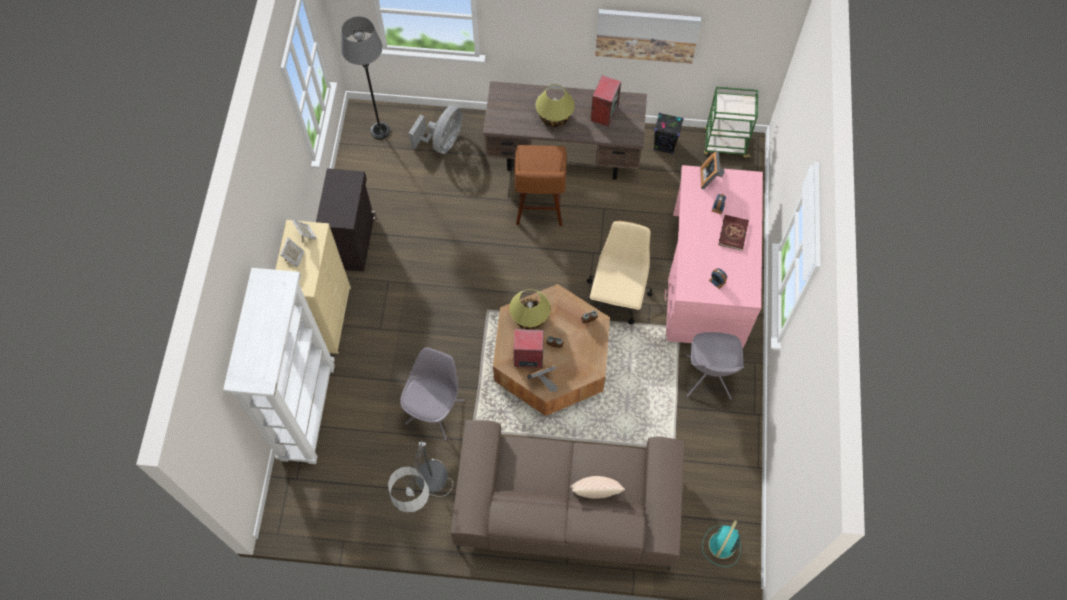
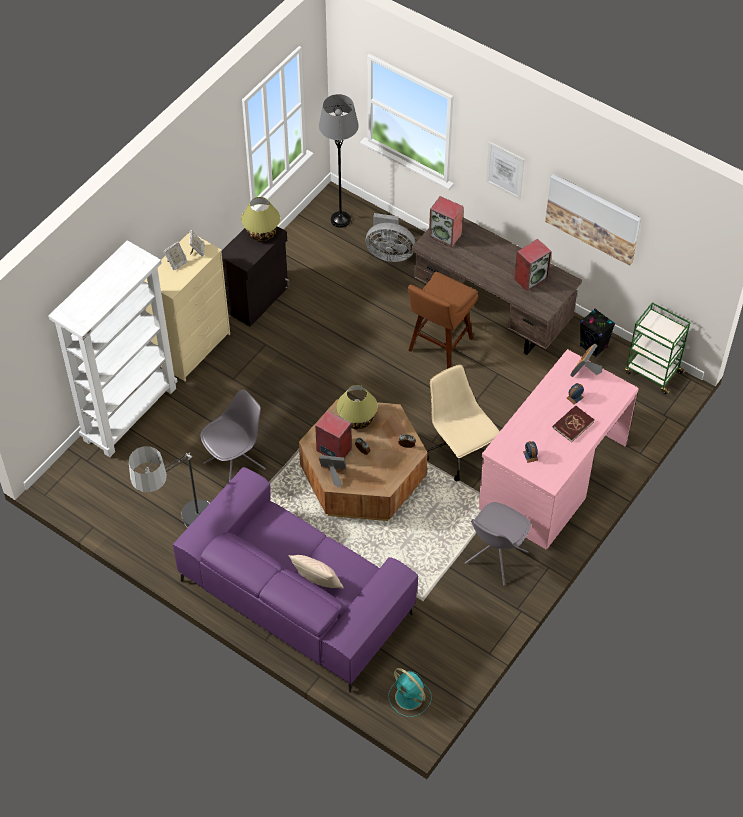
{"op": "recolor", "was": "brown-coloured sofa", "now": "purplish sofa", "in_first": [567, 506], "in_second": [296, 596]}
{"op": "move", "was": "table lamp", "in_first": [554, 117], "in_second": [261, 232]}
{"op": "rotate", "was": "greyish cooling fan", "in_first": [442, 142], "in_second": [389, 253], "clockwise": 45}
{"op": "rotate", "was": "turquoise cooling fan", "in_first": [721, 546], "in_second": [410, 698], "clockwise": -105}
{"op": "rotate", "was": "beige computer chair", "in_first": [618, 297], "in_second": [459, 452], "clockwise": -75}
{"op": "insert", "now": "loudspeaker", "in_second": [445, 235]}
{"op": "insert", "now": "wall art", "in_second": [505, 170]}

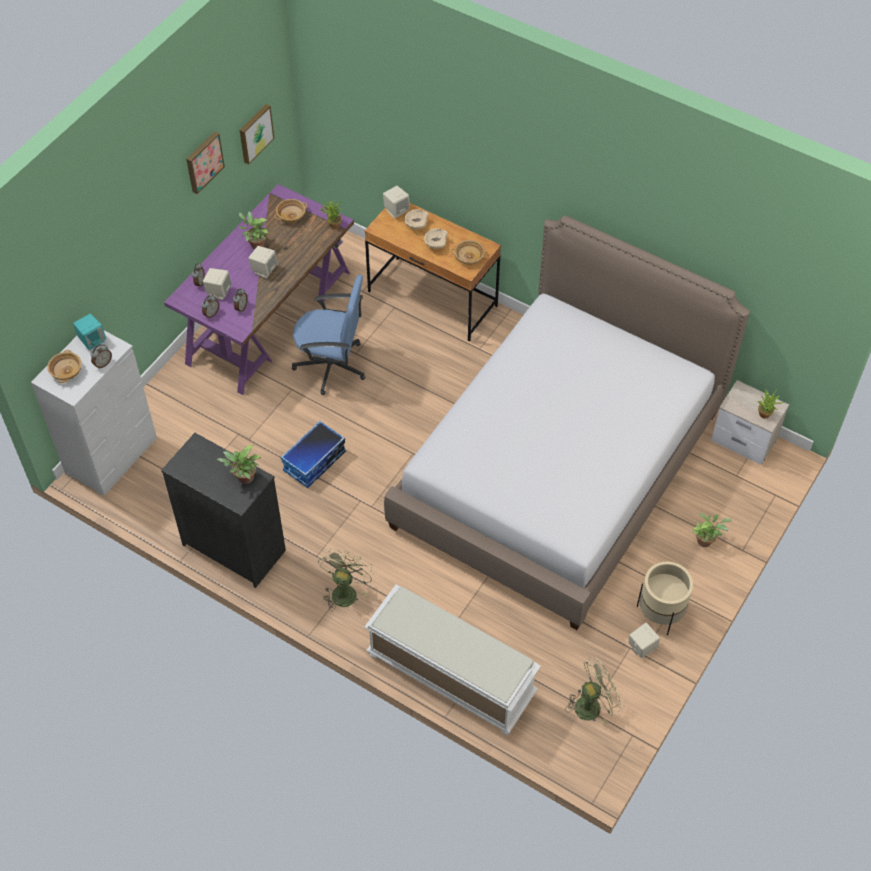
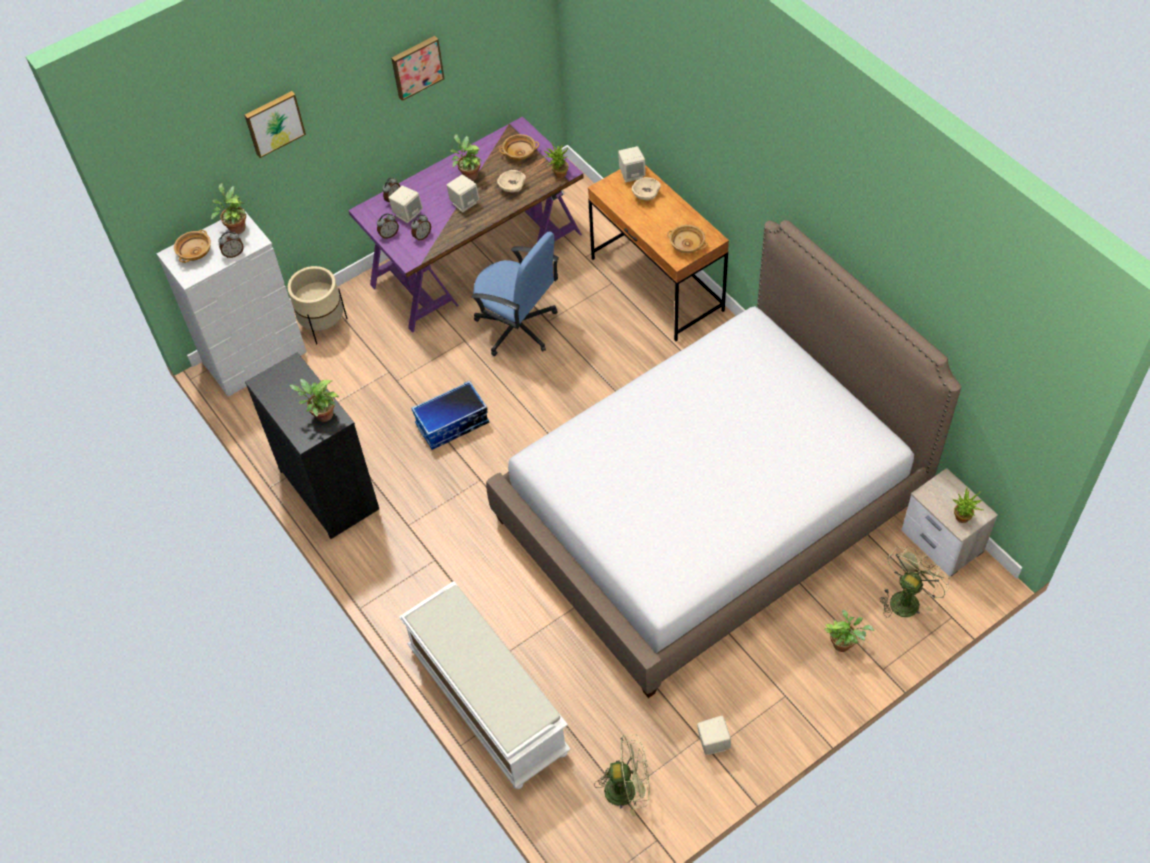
{"op": "replace", "was": "turquoise loudspeaker", "now": "potted plant", "in_first": [92, 340], "in_second": [235, 227]}
{"op": "move", "was": "wall art", "in_first": [255, 133], "in_second": [274, 123]}
{"op": "move", "was": "beige planter", "in_first": [660, 613], "in_second": [323, 325]}
{"op": "move", "was": "beige deep dish", "in_first": [435, 244], "in_second": [511, 188]}
{"op": "move", "was": "green cooling fan", "in_first": [345, 590], "in_second": [907, 598]}

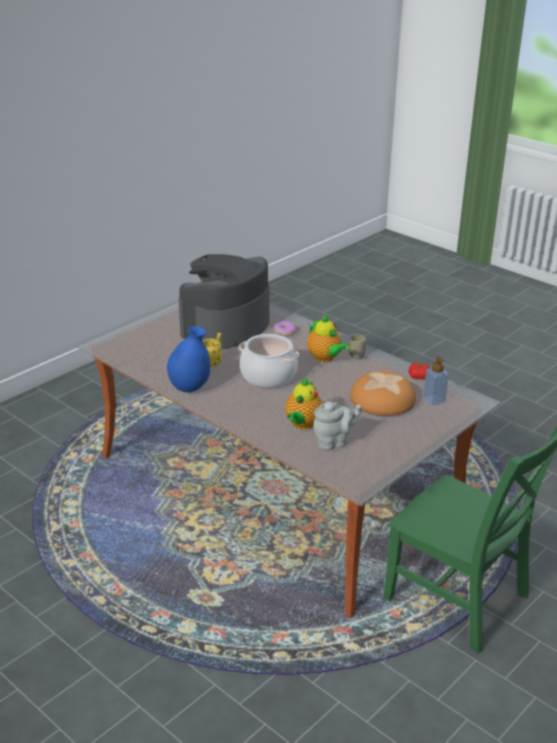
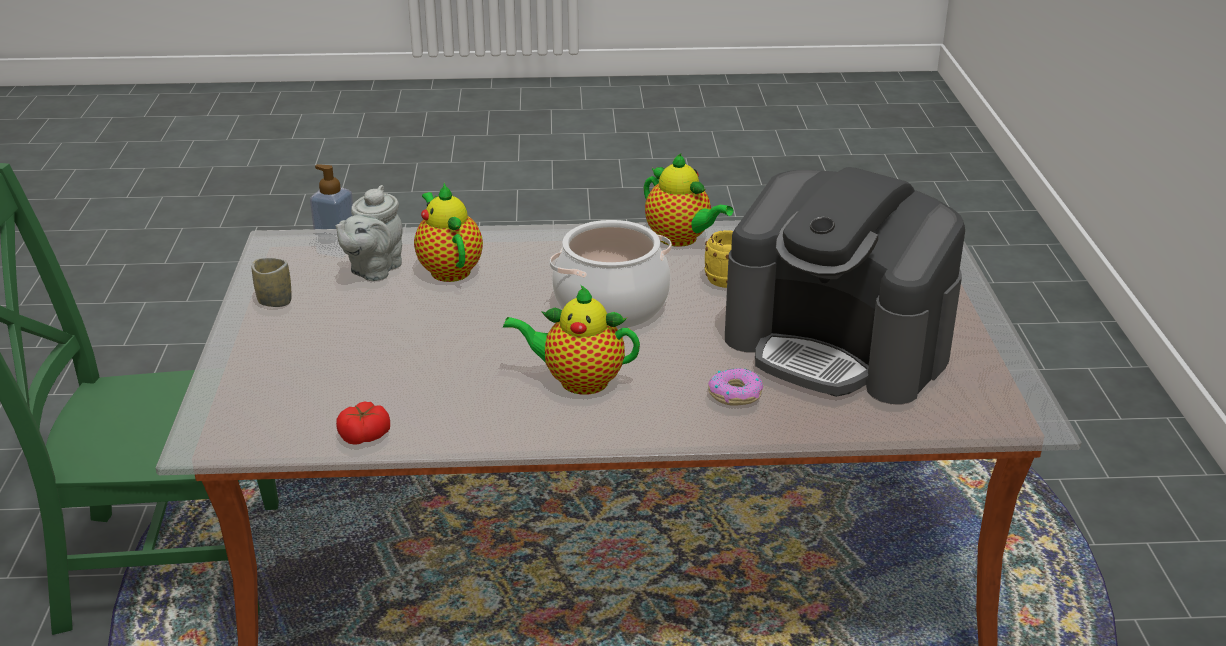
{"op": "move", "was": "small cup", "in_first": [356, 355], "in_second": [275, 301]}
{"op": "move", "was": "soap dispenser", "in_first": [434, 400], "in_second": [337, 249]}
{"op": "replace", "was": "blue-coloured vase", "now": "tea pot", "in_first": [189, 387], "in_second": [681, 239]}
{"op": "rotate", "was": "coffee maker", "in_first": [225, 327], "in_second": [838, 346], "clockwise": 135}
{"op": "delete", "was": "baked bread", "in_first": [383, 399]}

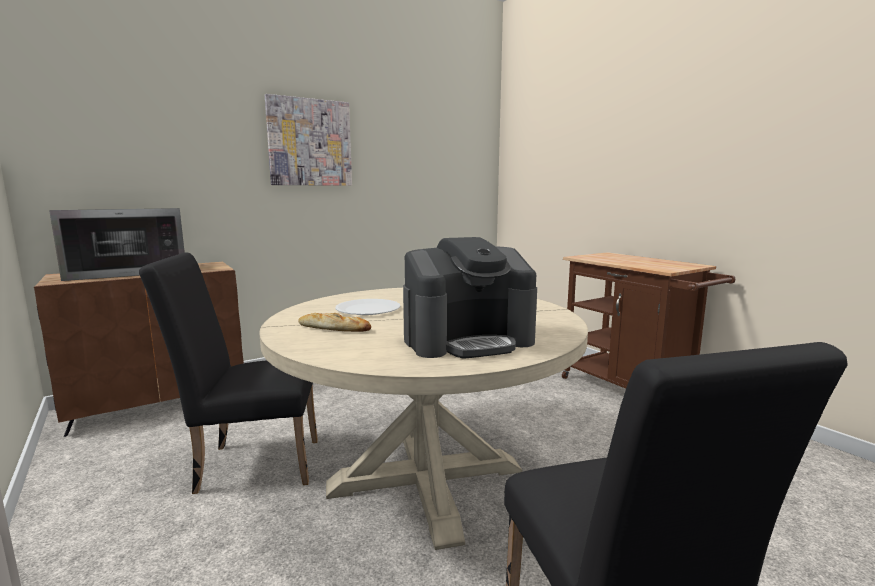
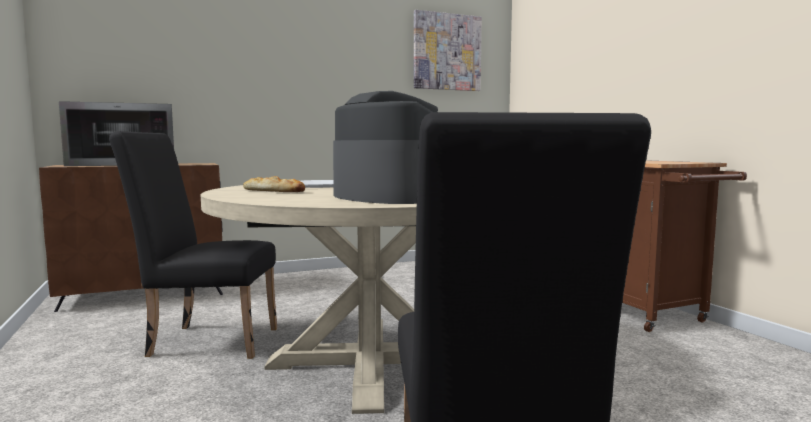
{"op": "rotate", "was": "coffee maker", "in_first": [468, 340], "in_second": [391, 197], "clockwise": -120}
{"op": "move", "was": "wall art", "in_first": [310, 143], "in_second": [447, 52]}

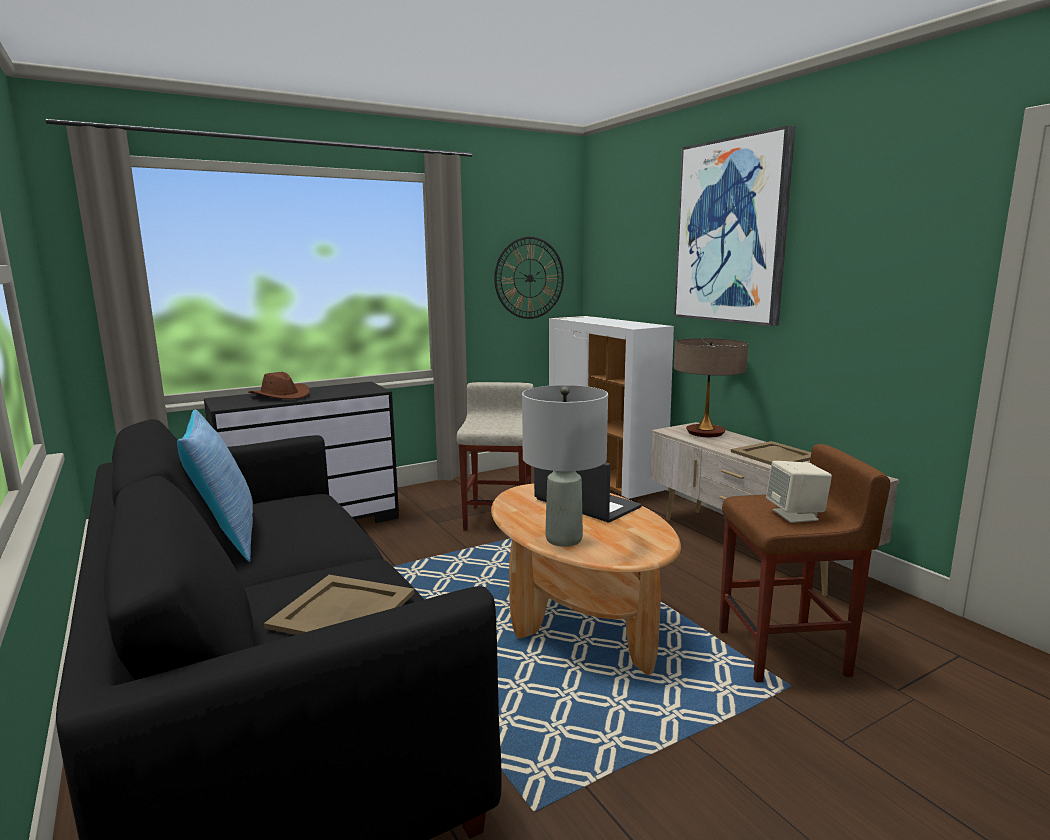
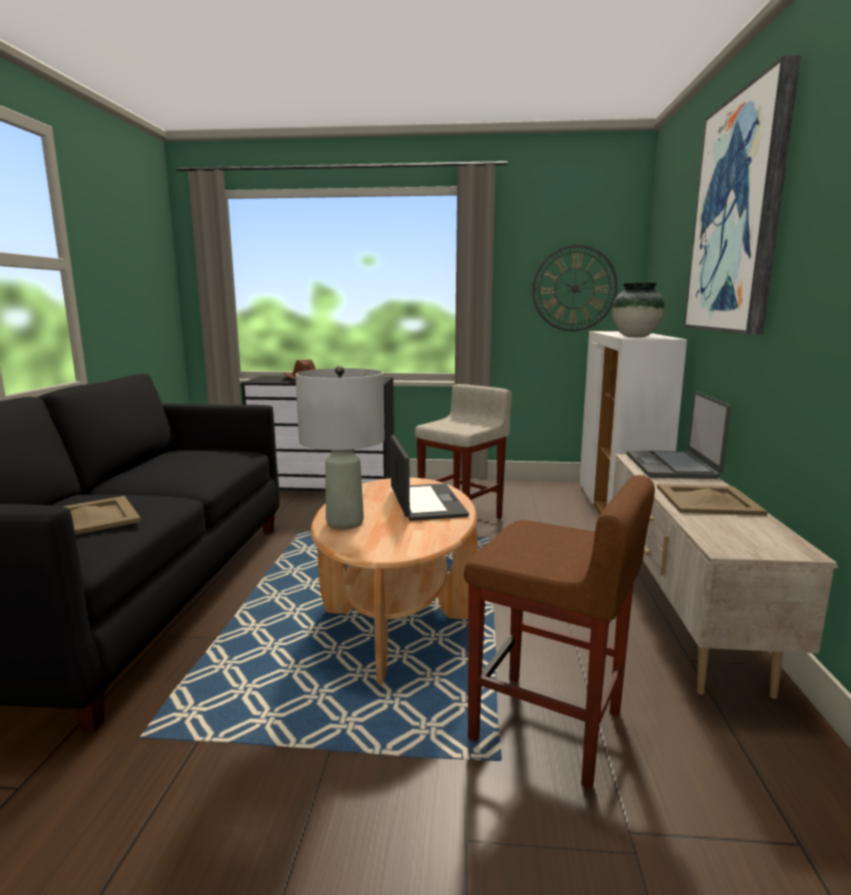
{"op": "insert", "now": "vase", "in_second": [634, 336]}
{"op": "replace", "was": "table lamp", "now": "portable computer", "in_first": [705, 433], "in_second": [671, 466]}
{"op": "delete", "was": "throw pillow", "in_first": [225, 539]}
{"op": "delete", "was": "beige loudspeaker", "in_first": [796, 515]}

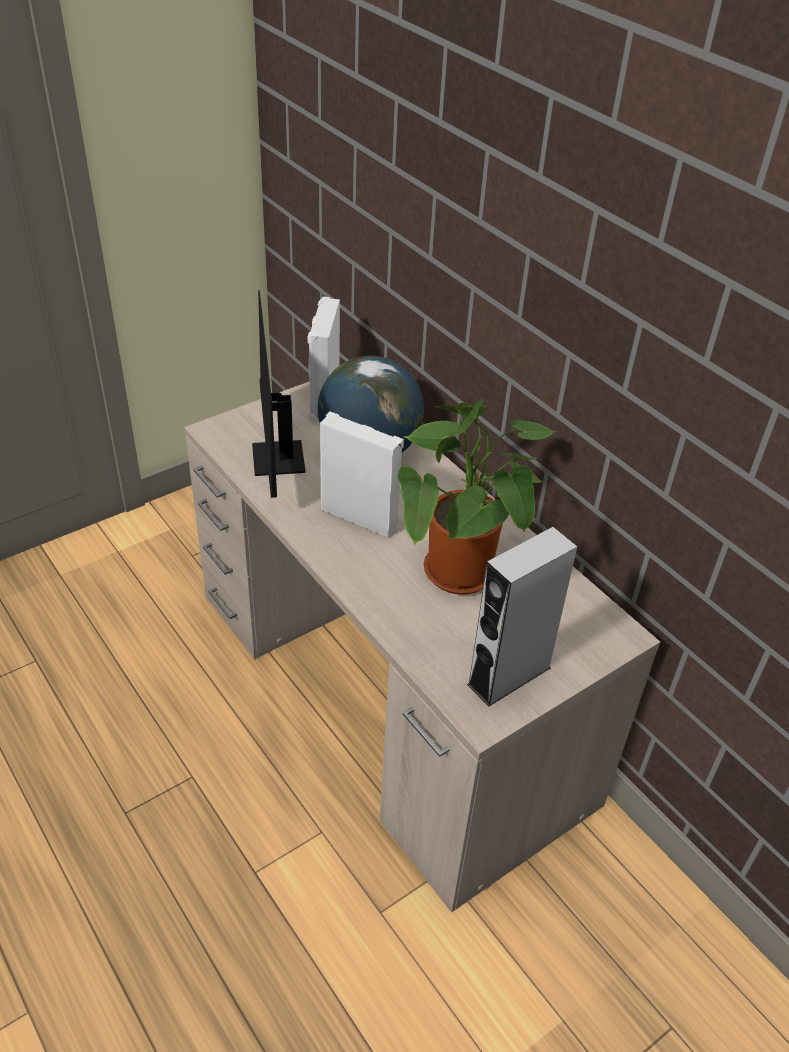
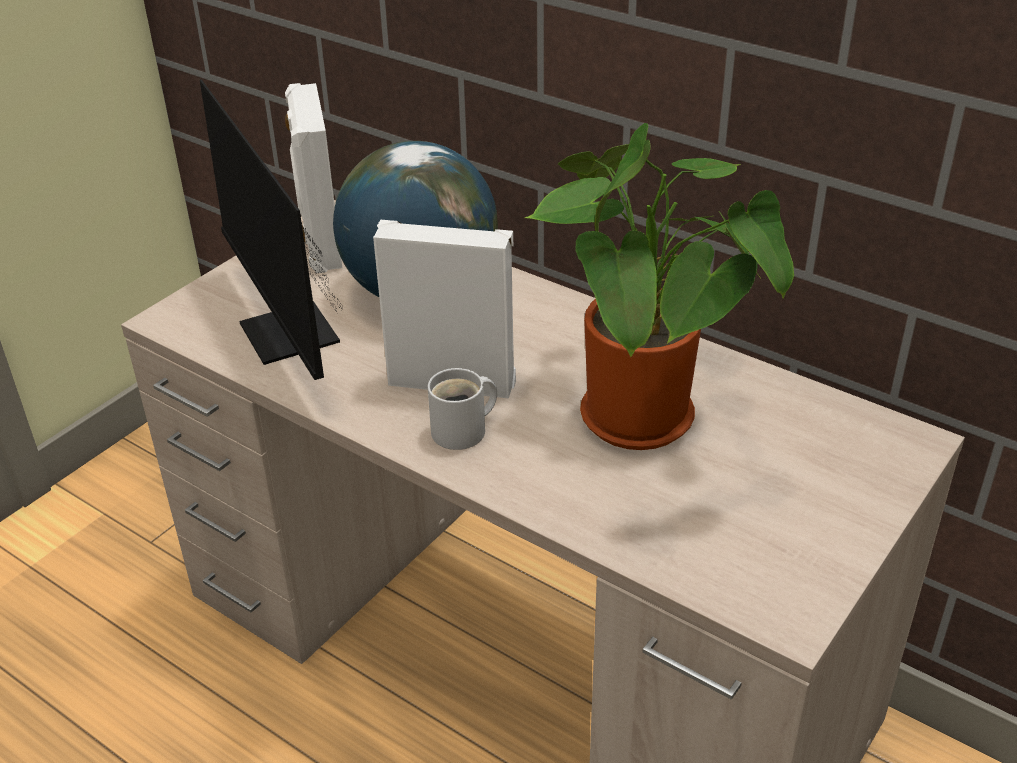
{"op": "insert", "now": "white-coloured tea mug", "in_second": [464, 431]}
{"op": "delete", "was": "greyish loudspeaker", "in_first": [509, 676]}

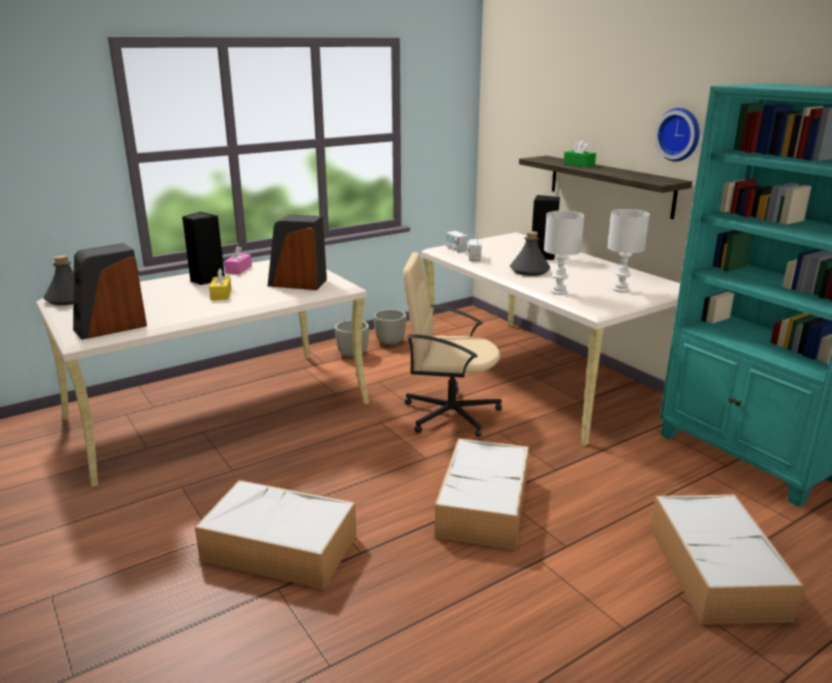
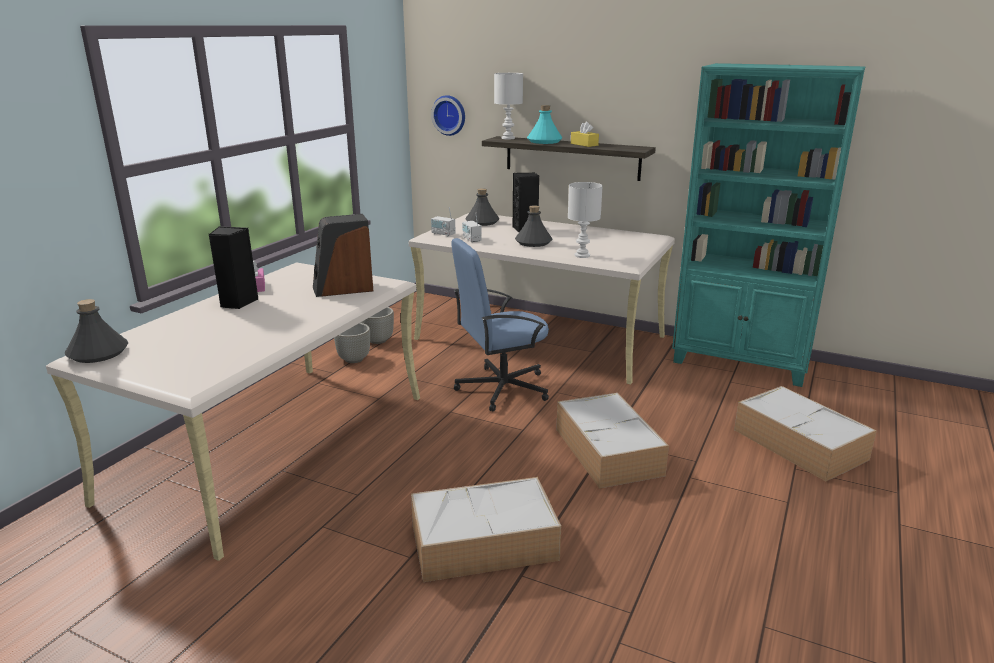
{"op": "move", "was": "wall clock", "in_first": [679, 134], "in_second": [449, 115]}
{"op": "recolor", "was": "beige computer chair", "now": "blue-coloured computer chair", "in_first": [449, 413], "in_second": [501, 388]}
{"op": "insert", "now": "greyish bottle", "in_second": [482, 222]}
{"op": "move", "was": "white-coloured table lamp", "in_first": [620, 289], "in_second": [507, 138]}
{"op": "replace", "was": "green box of tissues", "now": "turquoise bottle", "in_first": [579, 164], "in_second": [544, 141]}
{"op": "move", "was": "yellowish box of tissues", "in_first": [221, 294], "in_second": [584, 144]}
{"op": "delete", "was": "loudspeaker", "in_first": [110, 327]}

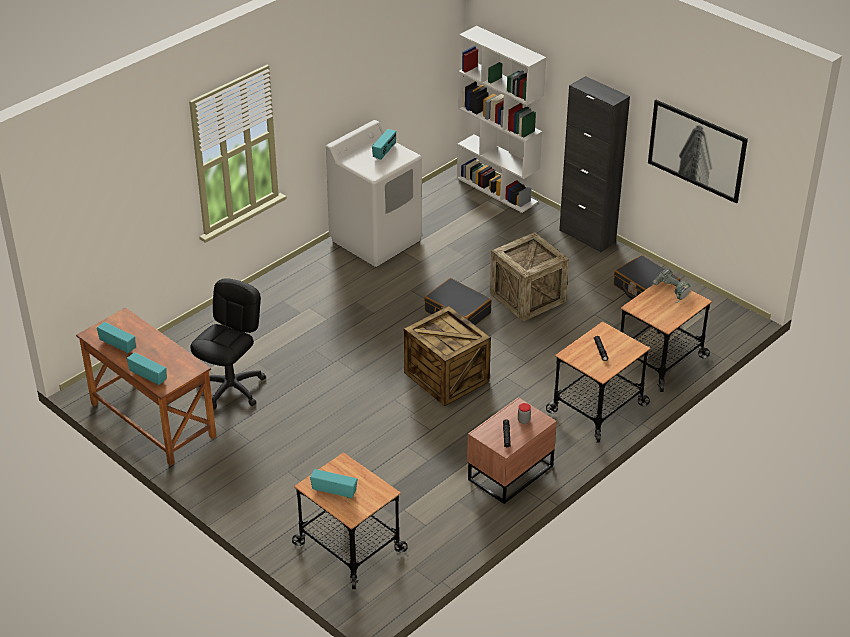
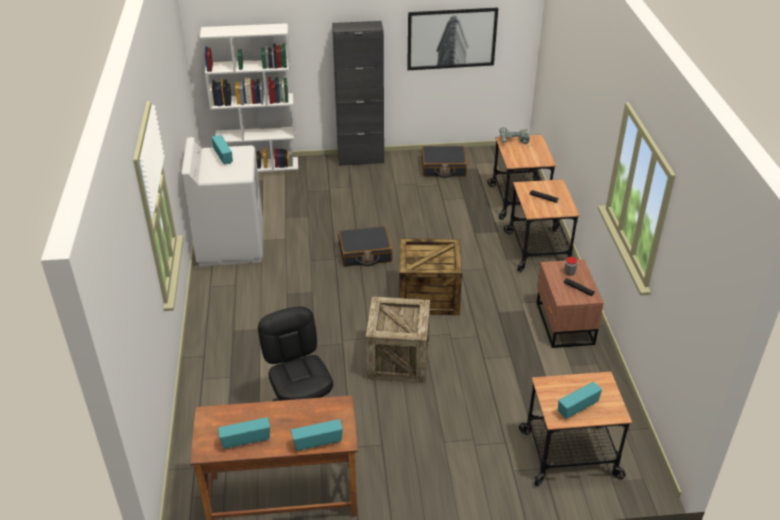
{"op": "move", "was": "packing crate", "in_first": [527, 298], "in_second": [398, 360]}

